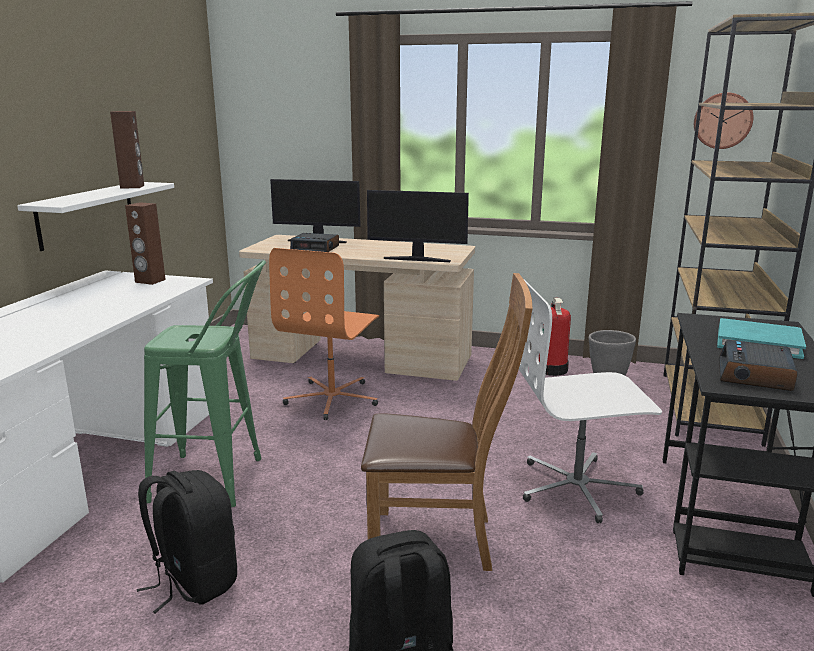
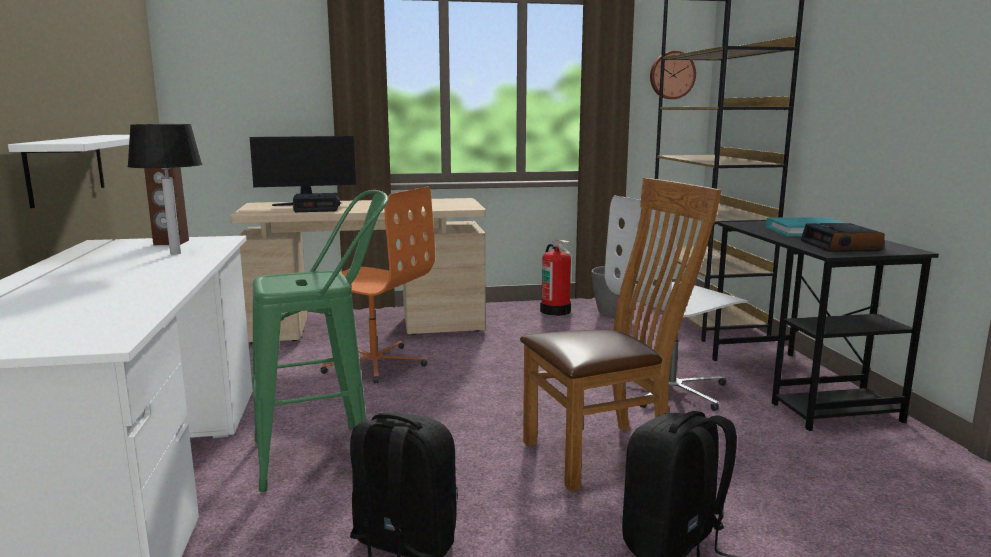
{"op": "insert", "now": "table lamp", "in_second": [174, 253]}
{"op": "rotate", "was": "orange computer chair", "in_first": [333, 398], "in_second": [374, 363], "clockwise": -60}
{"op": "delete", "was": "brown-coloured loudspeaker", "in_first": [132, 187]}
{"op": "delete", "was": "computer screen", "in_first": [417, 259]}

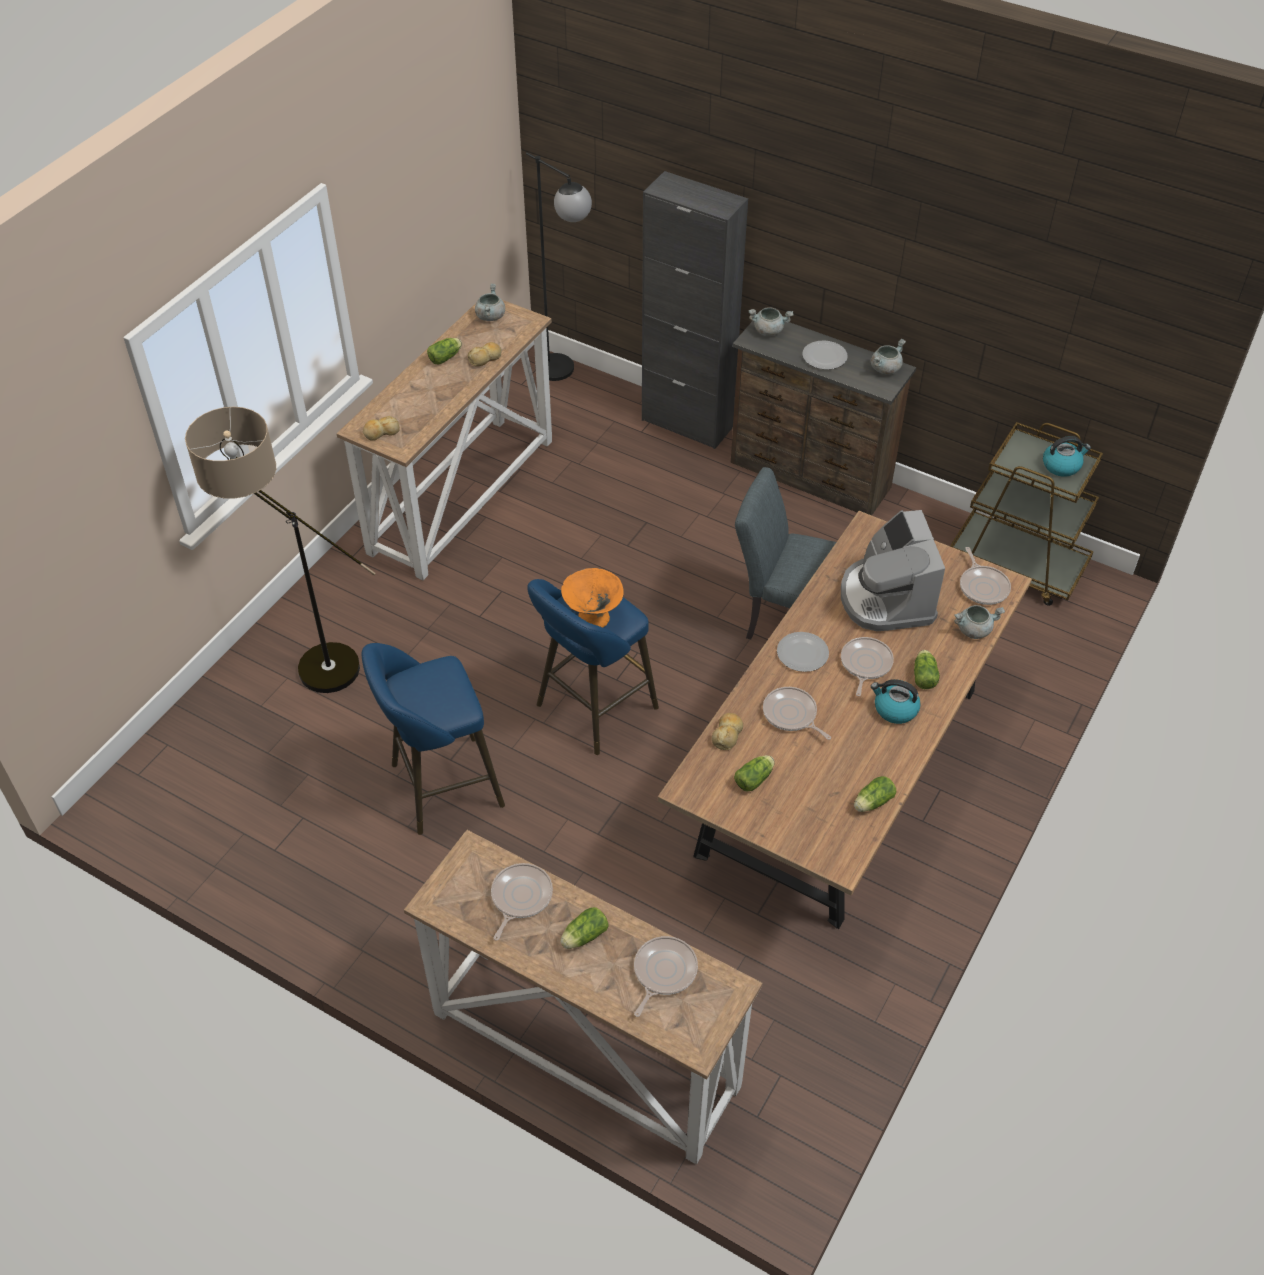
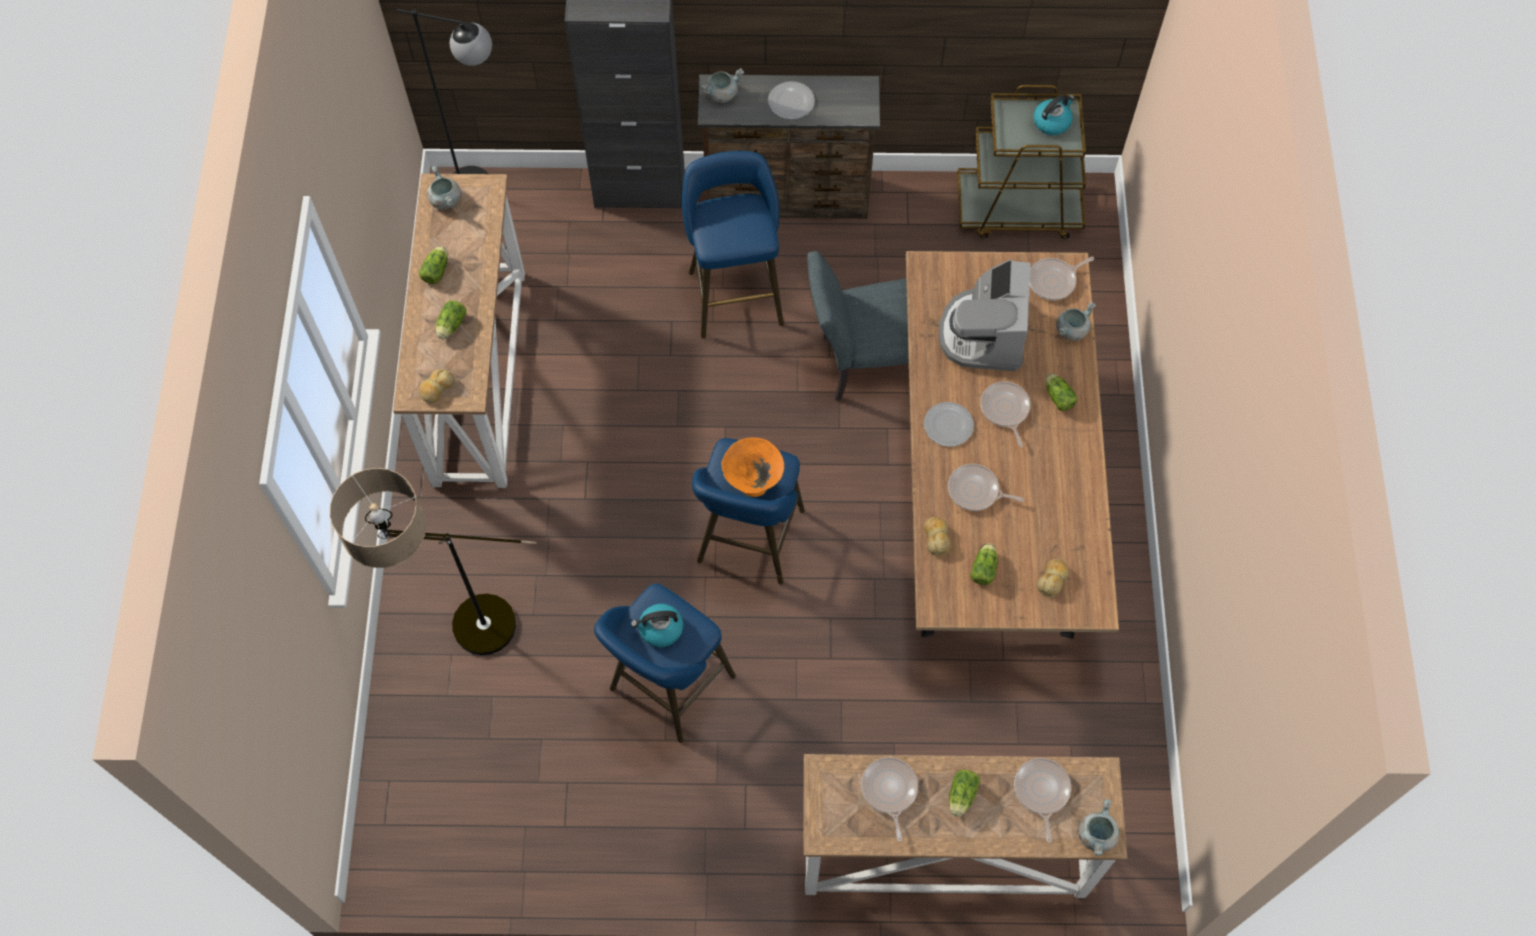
{"op": "move", "was": "head of lettuce", "in_first": [872, 803], "in_second": [450, 326]}
{"op": "move", "was": "water kettle", "in_first": [894, 709], "in_second": [660, 629]}
{"op": "insert", "now": "blue-coloured stool seat", "in_second": [734, 292]}
{"op": "rotate", "was": "coffee maker", "in_first": [886, 598], "in_second": [983, 334], "clockwise": 45}
{"op": "rotate", "was": "pan", "in_first": [983, 586], "in_second": [1054, 281], "clockwise": 105}
{"op": "move", "was": "baked bread", "in_first": [485, 358], "in_second": [1052, 579]}
{"op": "move", "was": "greyish stockpot", "in_first": [885, 368], "in_second": [1096, 834]}

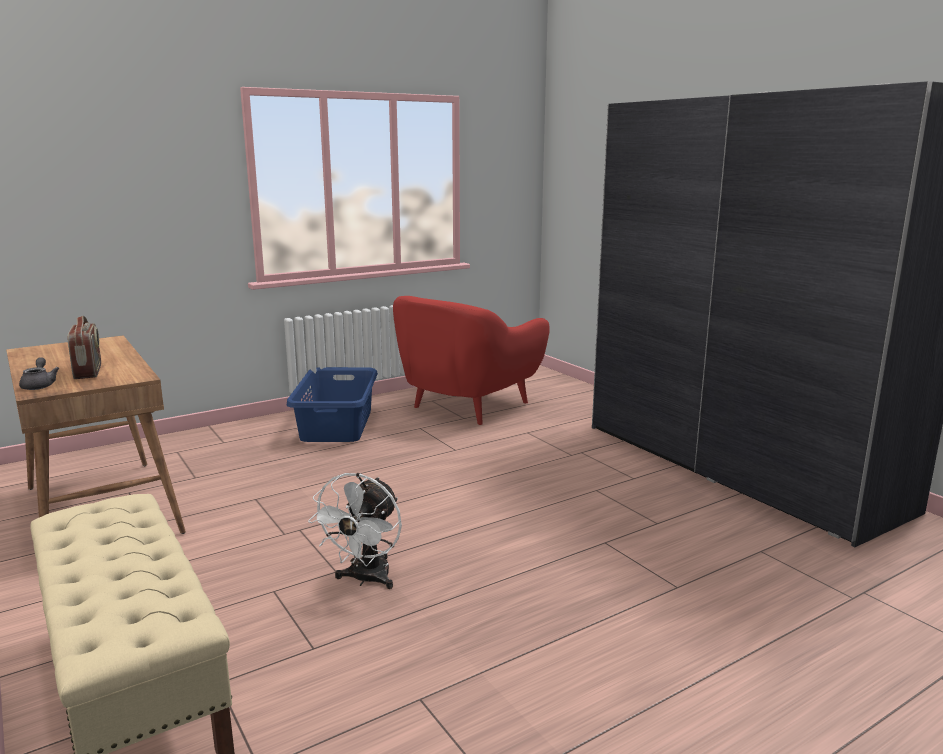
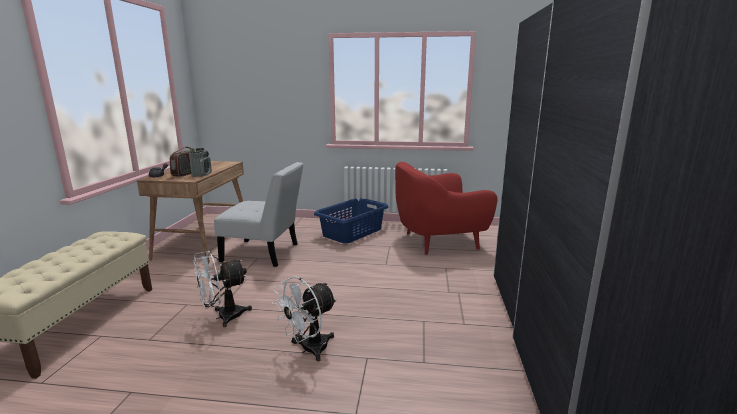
{"op": "insert", "now": "radio set", "in_second": [202, 174]}
{"op": "insert", "now": "white-coloured upright chair", "in_second": [264, 253]}
{"op": "insert", "now": "white-coloured cooling fan", "in_second": [308, 349]}

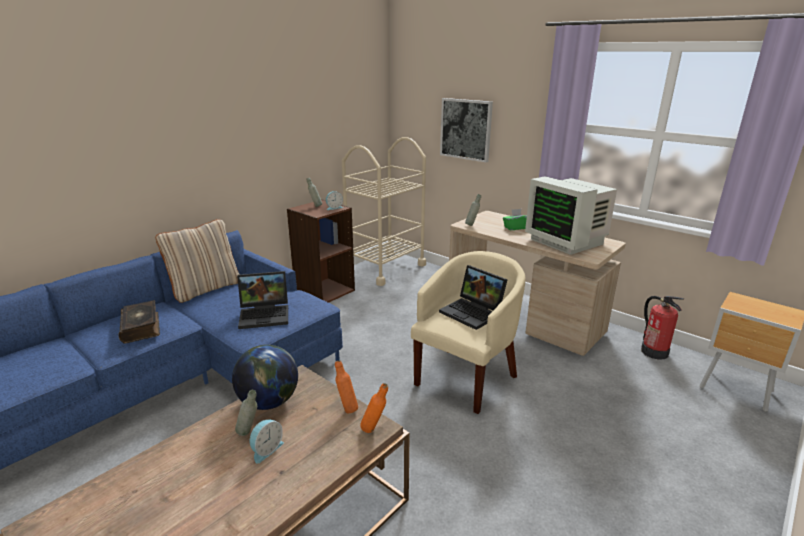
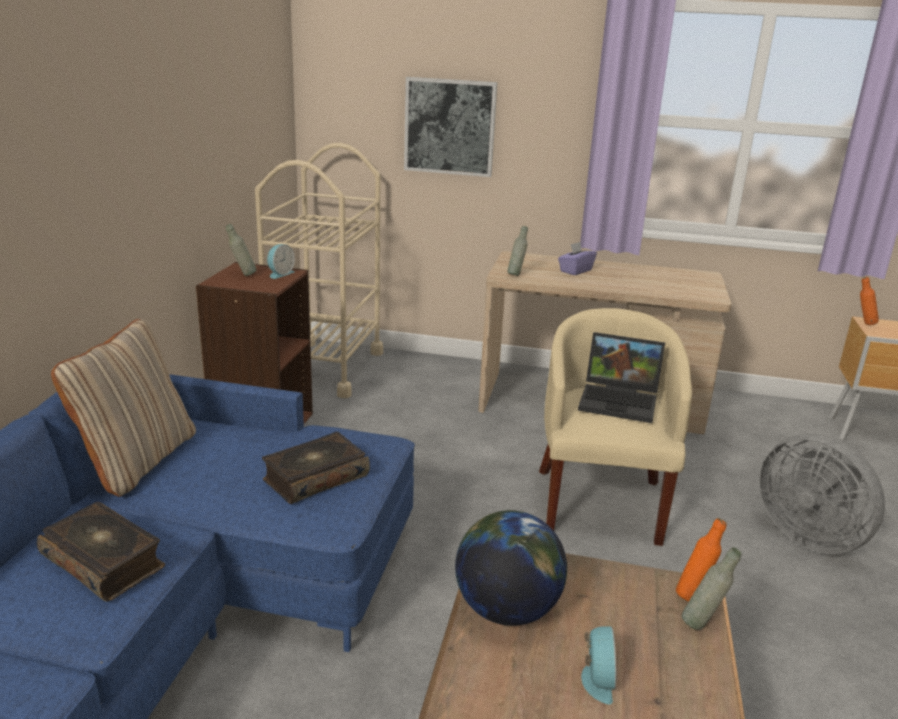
{"op": "replace", "was": "portable computer", "now": "volume", "in_first": [266, 315], "in_second": [315, 478]}
{"op": "recolor", "was": "green box of tissues", "now": "purplish box of tissues", "in_first": [515, 227], "in_second": [575, 271]}
{"op": "move", "was": "greyish bottle", "in_first": [249, 434], "in_second": [702, 624]}
{"op": "insert", "now": "greyish cooling fan", "in_second": [809, 535]}
{"op": "move", "was": "orange bottle", "in_first": [347, 408], "in_second": [863, 324]}
{"op": "delete", "was": "computer screen", "in_first": [566, 241]}
{"op": "delete", "was": "fire-fighting cylinder", "in_first": [654, 352]}

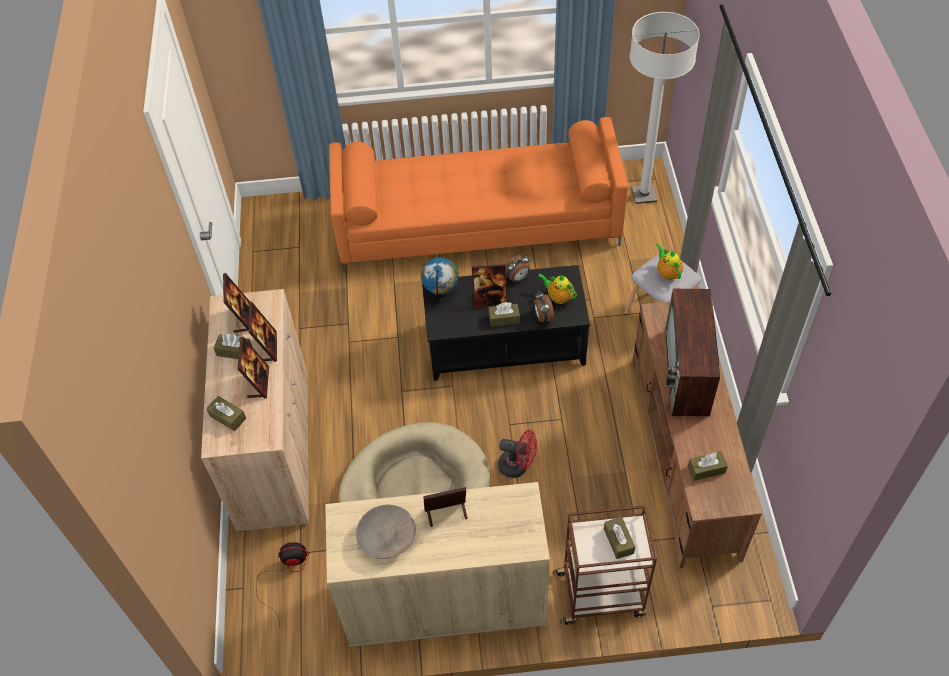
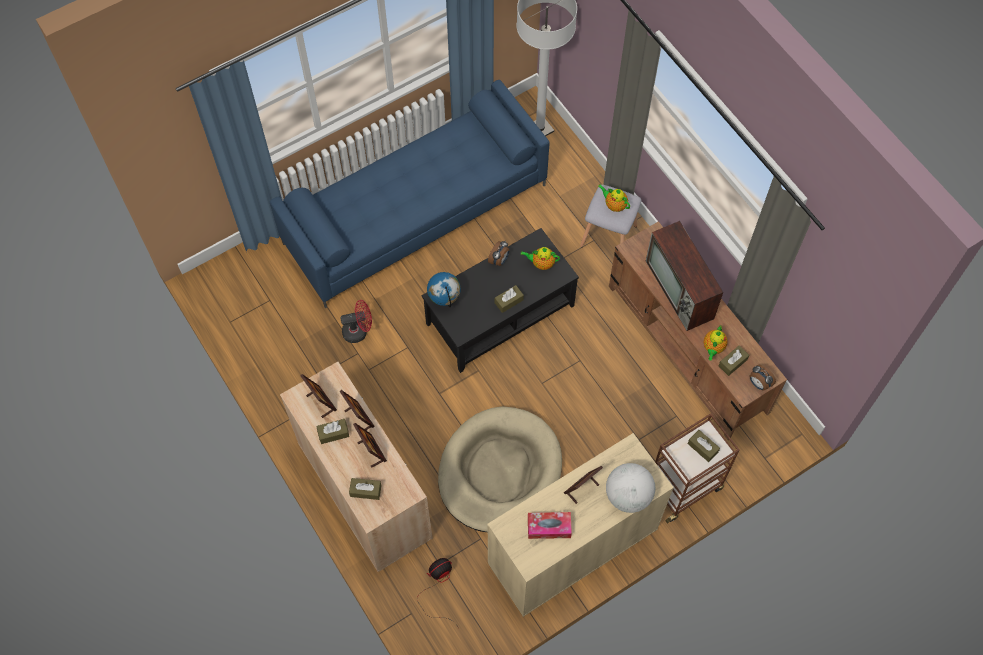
{"op": "recolor", "was": "orange sofa", "now": "blue-coloured sofa", "in_first": [479, 224], "in_second": [415, 213]}
{"op": "move", "was": "red cooling fan", "in_first": [518, 466], "in_second": [358, 331]}
{"op": "replace", "was": "beige deep dish", "now": "box of tissues", "in_first": [386, 537], "in_second": [549, 527]}
{"op": "insert", "now": "desk globe", "in_second": [628, 495]}
{"op": "insert", "now": "tea pot", "in_second": [713, 348]}
{"op": "move", "was": "bedside clock", "in_first": [542, 317], "in_second": [758, 383]}
{"op": "delete", "was": "picture frame", "in_first": [490, 300]}

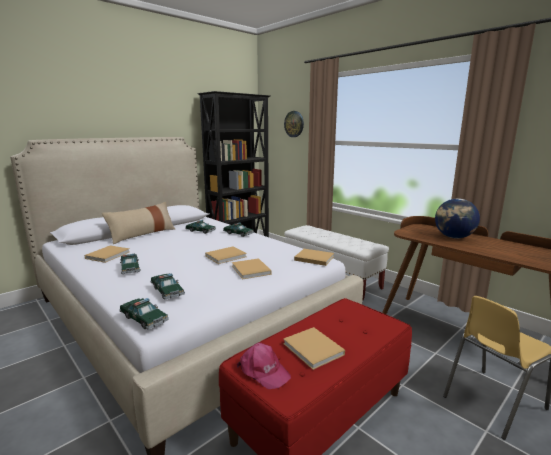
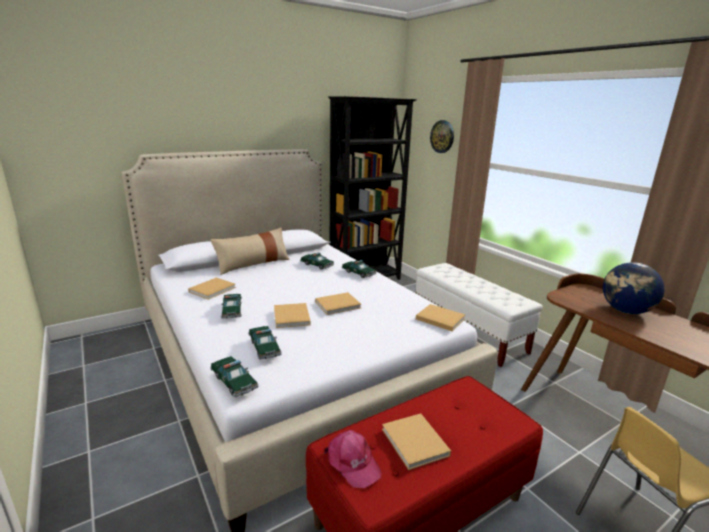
{"op": "move", "was": "beige volume", "in_first": [251, 270], "in_second": [291, 317]}

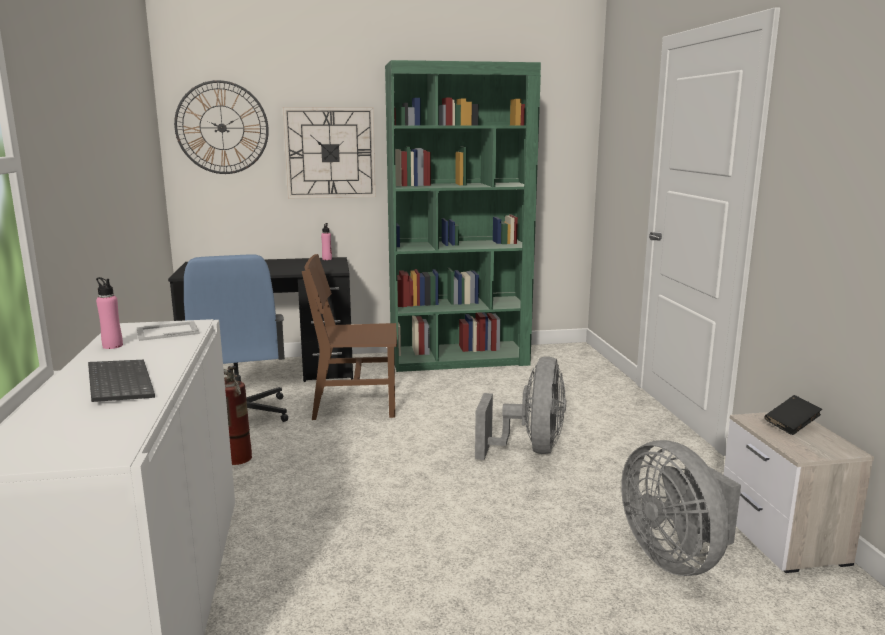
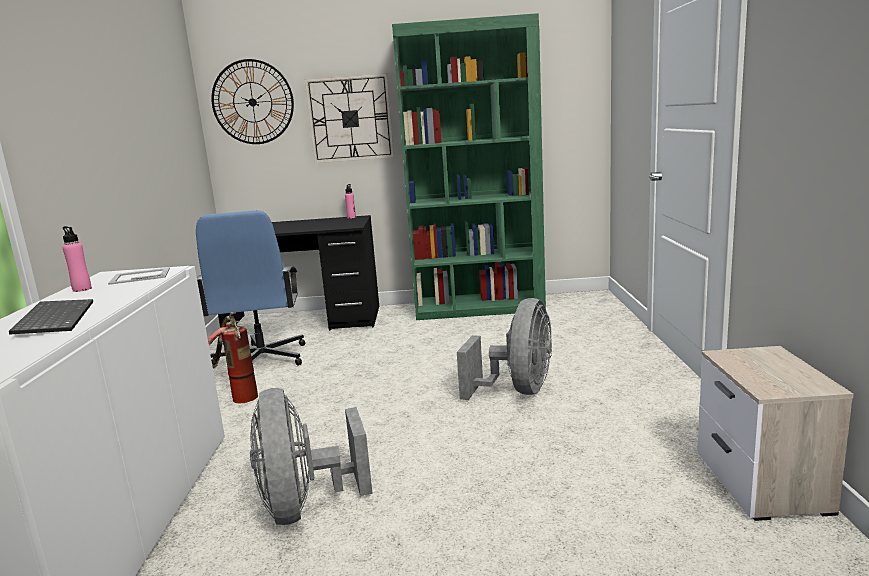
{"op": "move", "was": "greyish cooling fan", "in_first": [675, 557], "in_second": [306, 506]}
{"op": "delete", "was": "brown-coloured upright chair", "in_first": [355, 404]}
{"op": "delete", "was": "black-coloured volume", "in_first": [791, 426]}

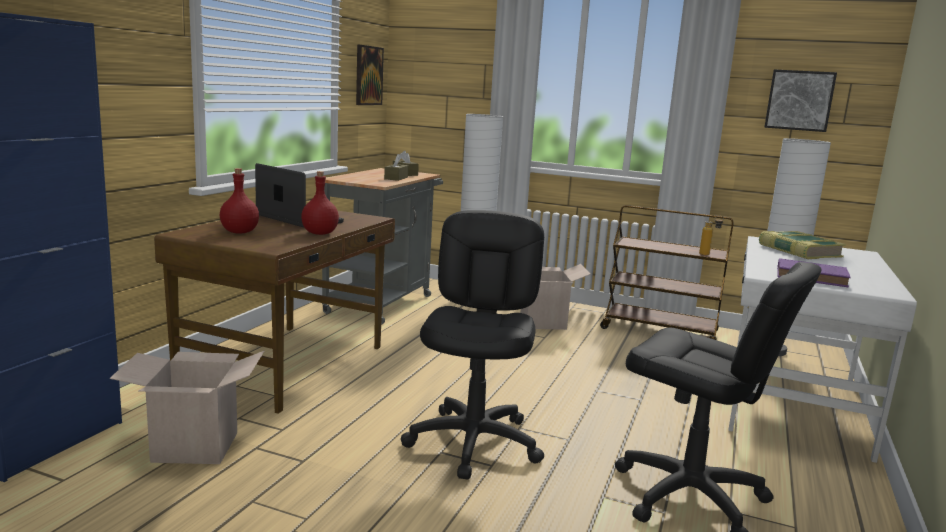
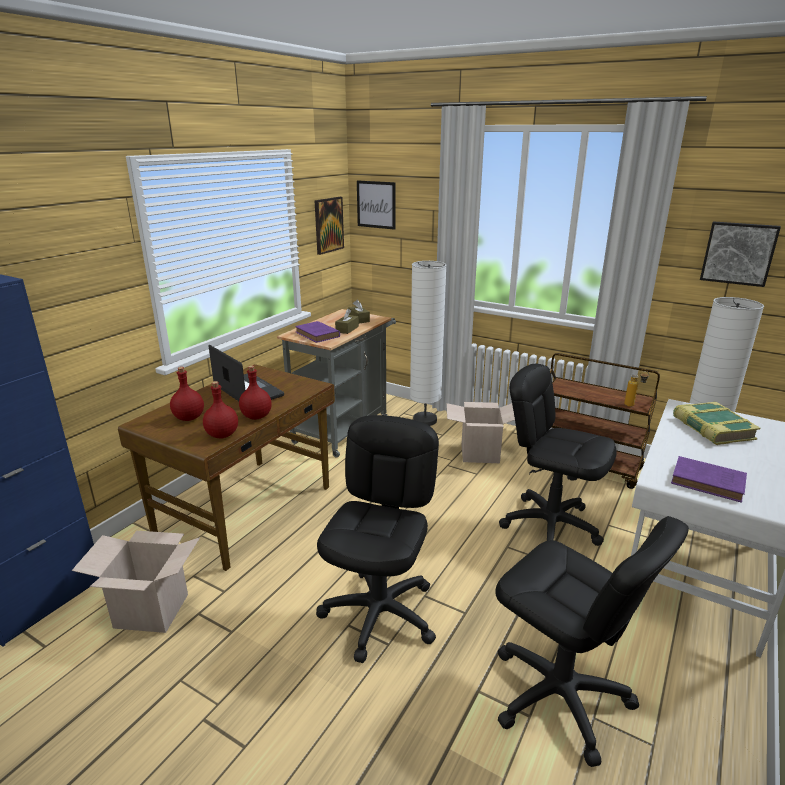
{"op": "insert", "now": "red bottle", "in_second": [221, 435]}
{"op": "insert", "now": "purplish volume", "in_second": [318, 335]}
{"op": "insert", "now": "wall art", "in_second": [376, 204]}
{"op": "insert", "now": "black-coloured computer chair", "in_second": [550, 525]}

